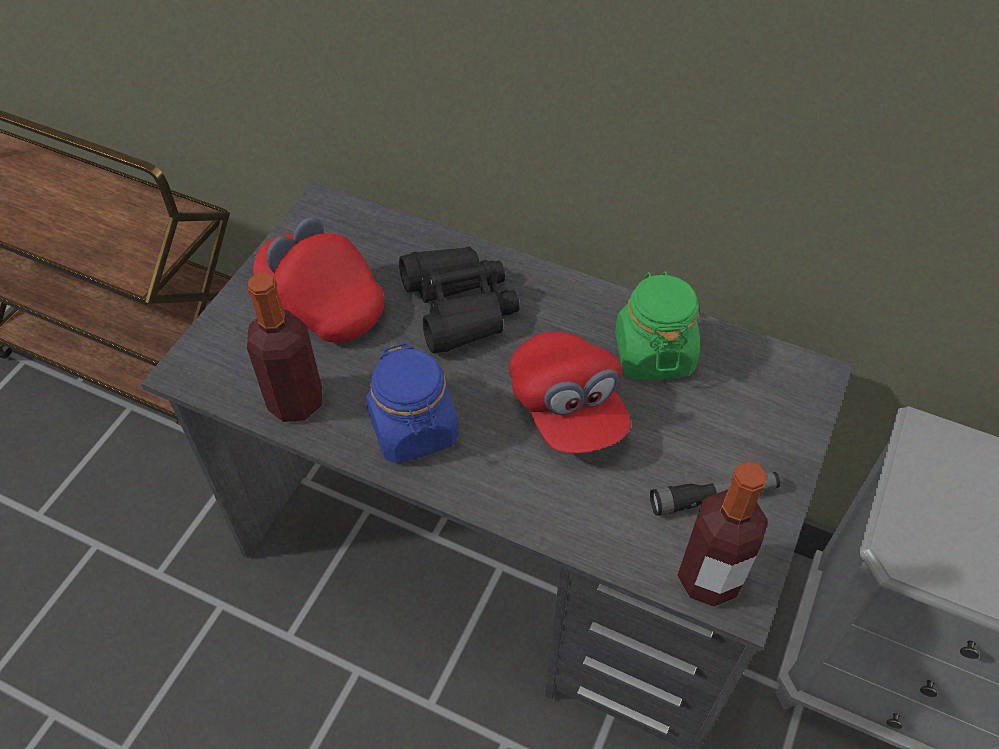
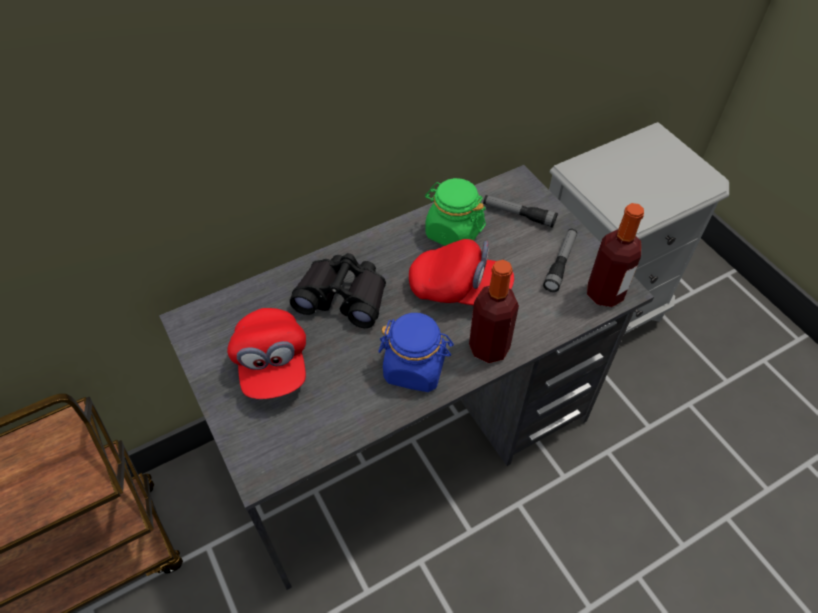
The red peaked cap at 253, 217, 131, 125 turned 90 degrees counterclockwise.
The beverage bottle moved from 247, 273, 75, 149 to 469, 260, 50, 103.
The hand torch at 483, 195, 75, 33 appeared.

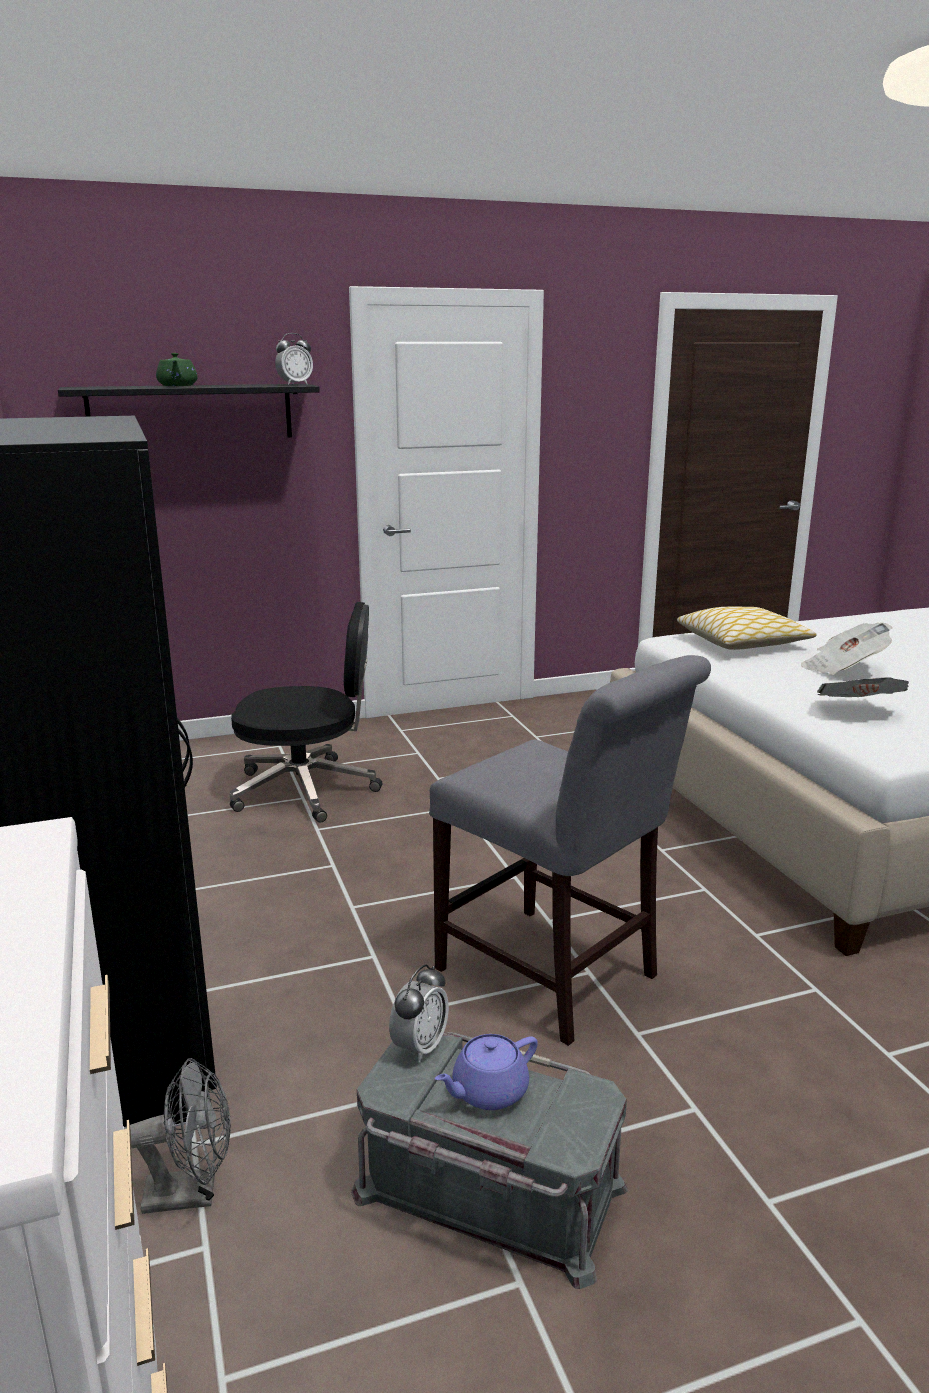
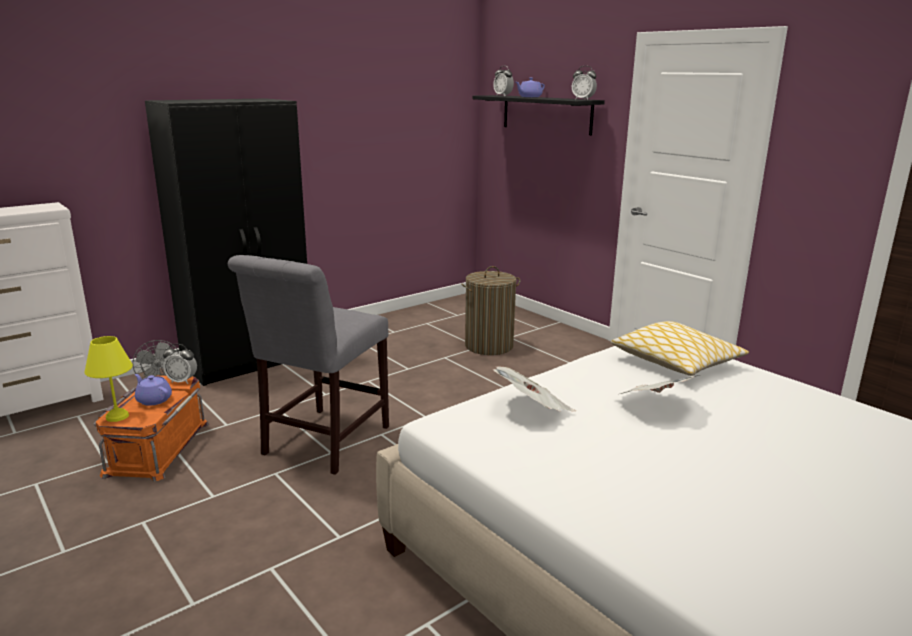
The greenish pot for tea at 156, 353, 42, 33 became the purple pot for tea at 516, 78, 29, 19.
The blackish desk chair at 229, 602, 154, 221 was replaced by the hamper at 461, 266, 59, 89.
The gray storage bin at 351, 1032, 277, 257 became the orange-coloured storage bin at 93, 376, 116, 106.
The alarm clock at 493, 66, 21, 30 appeared.
The yellow-coloured tabletop lamp at 84, 336, 49, 86 appeared.

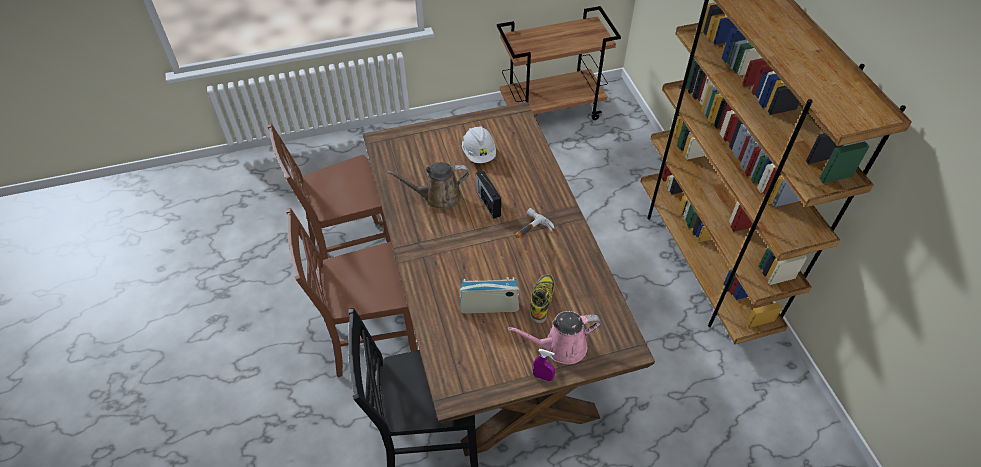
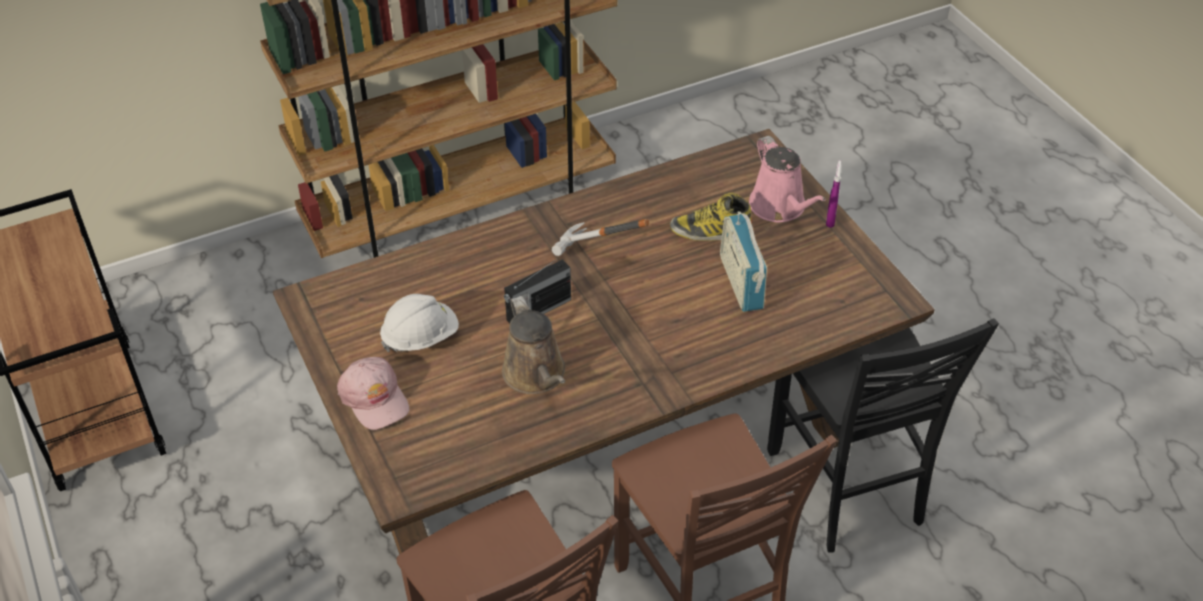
The pink-coloured peaked cap at 337, 357, 72, 73 appeared.

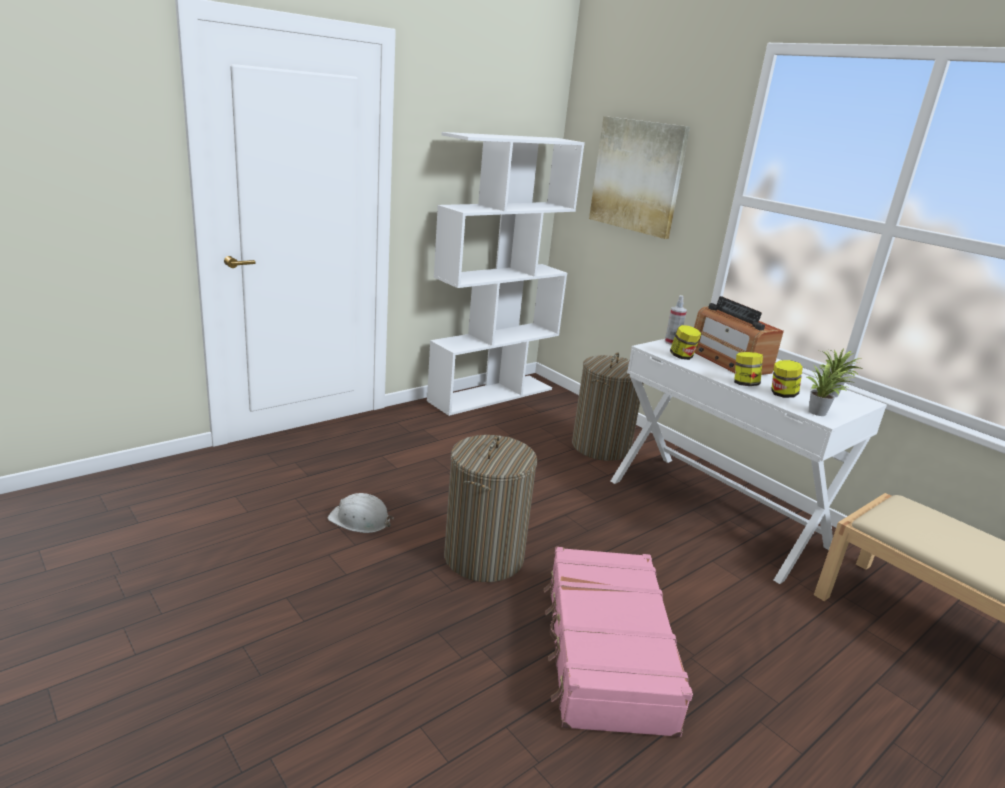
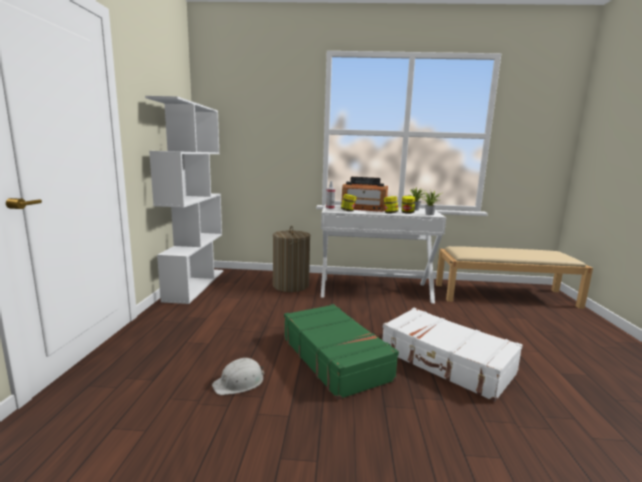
The picture at 589, 116, 101, 123 disappeared.
The hamper at 444, 435, 94, 147 was replaced by the greenish piece of luggage at 284, 304, 115, 96.
The pink-coloured piece of luggage at 544, 547, 149, 190 became the white piece of luggage at 382, 308, 141, 94.

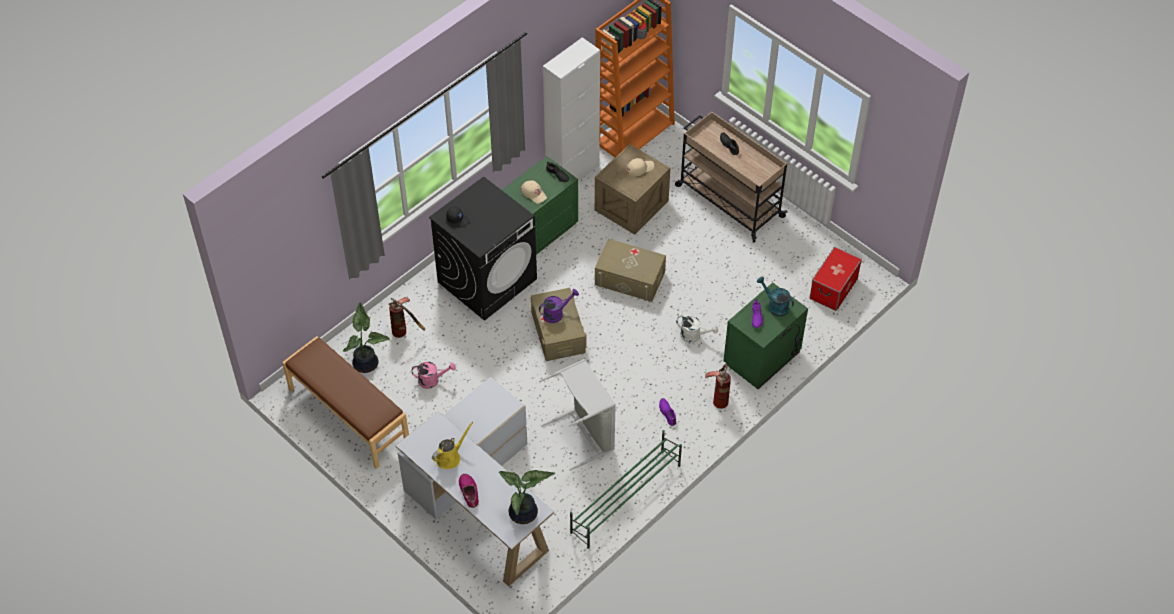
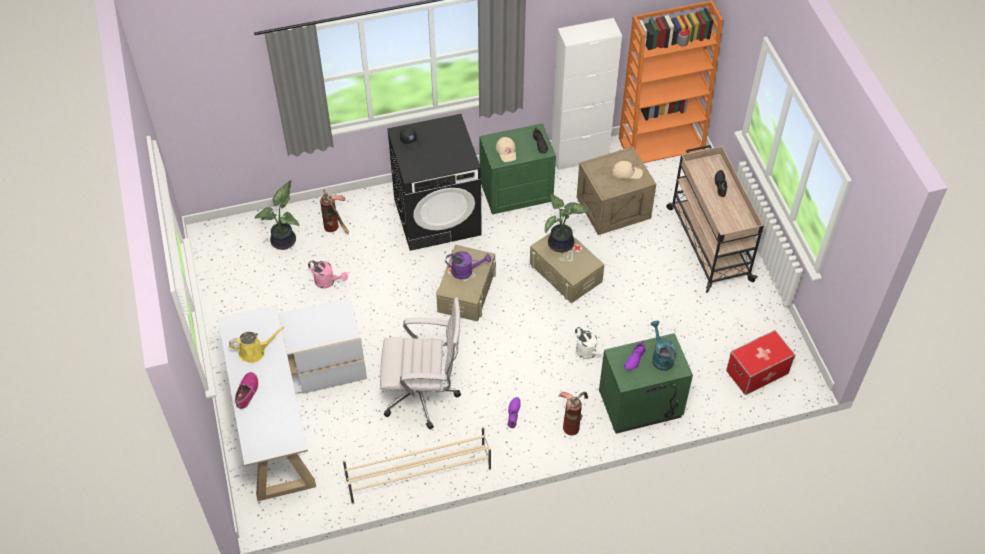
The brown-coloured long seat at 282, 336, 127, 133 disappeared.
The gray hamper at 539, 359, 77, 112 was replaced by the white desk chair at 380, 297, 81, 133.
The greenish shoe shelf at 570, 430, 112, 119 became the beige shoe shelf at 343, 426, 148, 78.
The houseplant moved from 498, 470, 57, 54 to 545, 194, 48, 58.

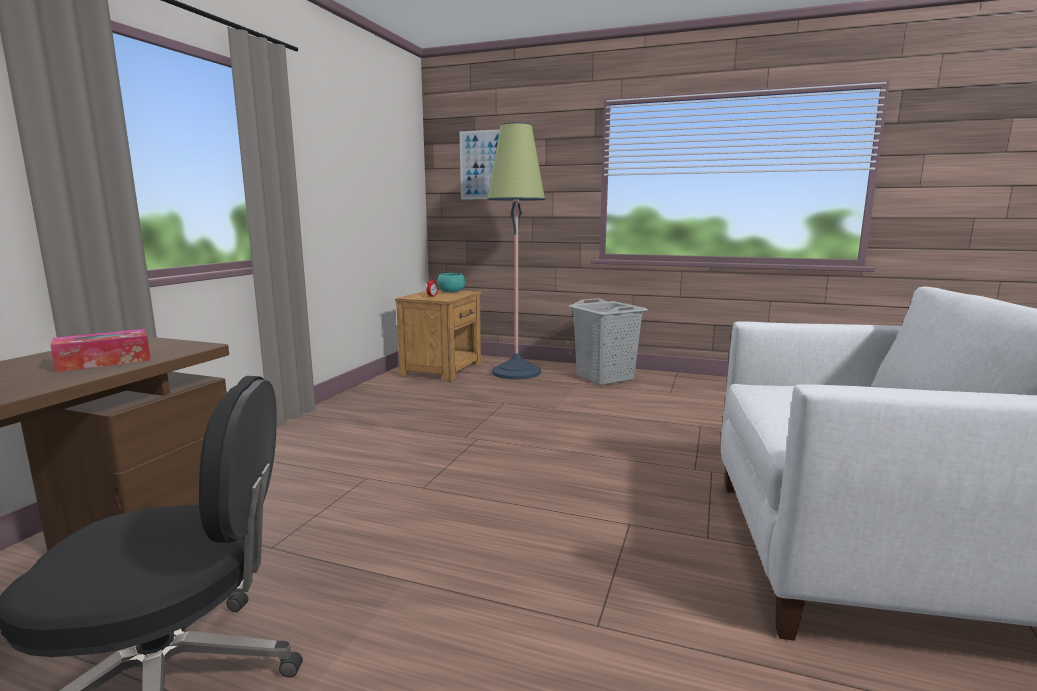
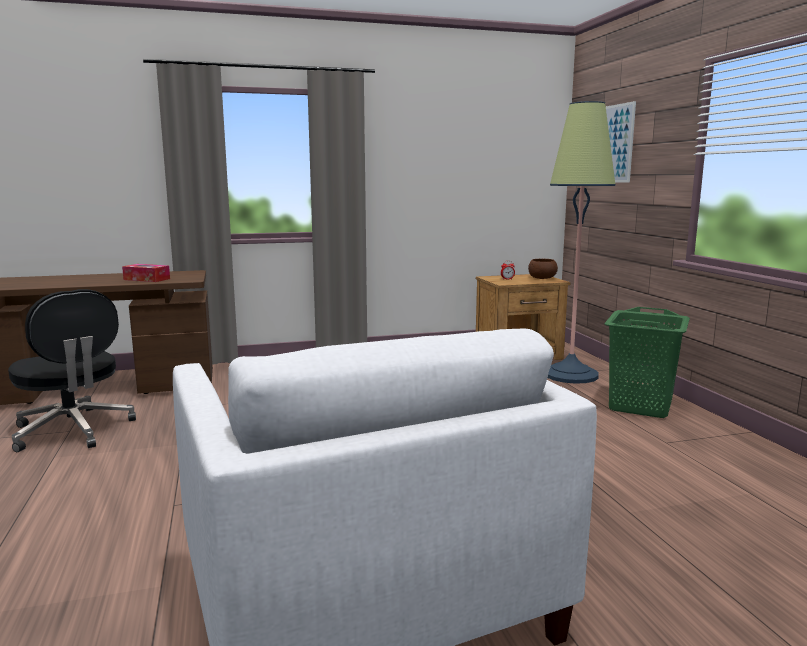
The blue-green bowl at 437, 273, 28, 19 became the brown-coloured bowl at 528, 259, 30, 20.
The gray hamper at 568, 298, 80, 87 became the greenish hamper at 605, 307, 85, 111.

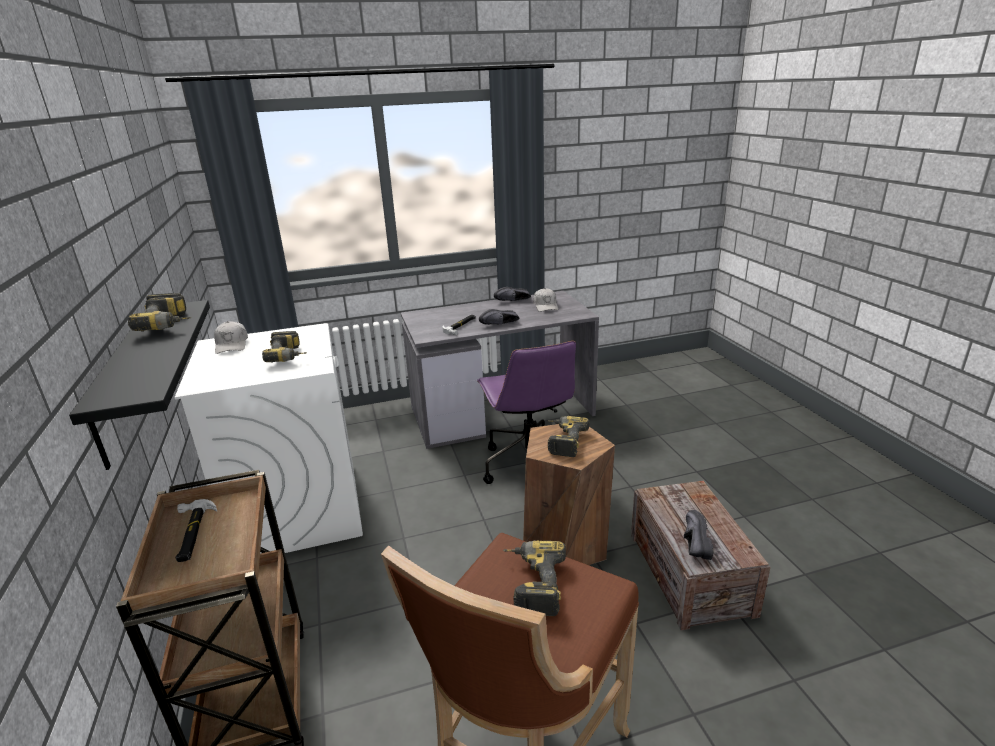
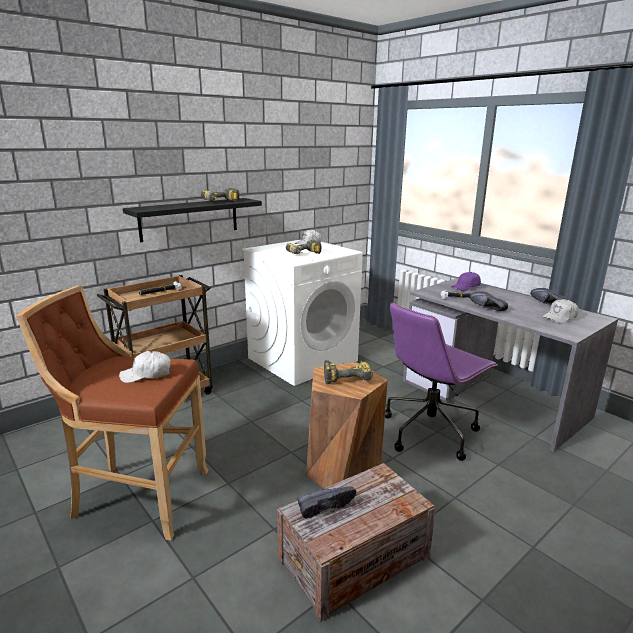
The power drill at 503, 541, 63, 75 was replaced by the white peaked cap at 119, 351, 52, 32.
The purple peaked cap at 451, 272, 30, 19 appeared.

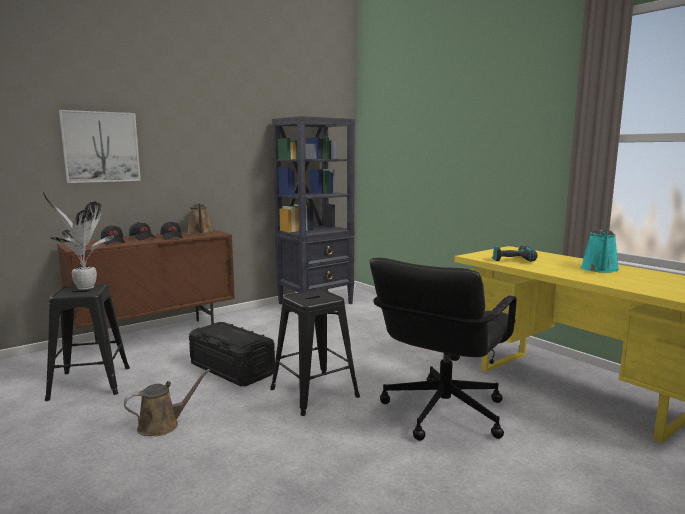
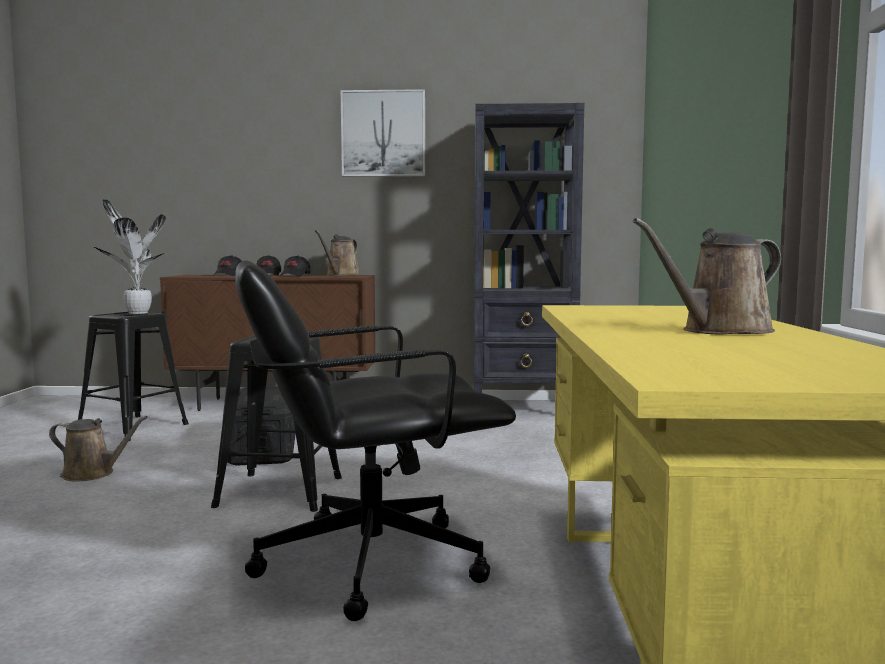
The picture moved from 59, 110, 82, 73 to 341, 89, 84, 88.
The blue-green watering pot at 581, 229, 39, 44 became the brown-coloured watering pot at 633, 218, 148, 117.
The power drill at 492, 246, 45, 16 disappeared.

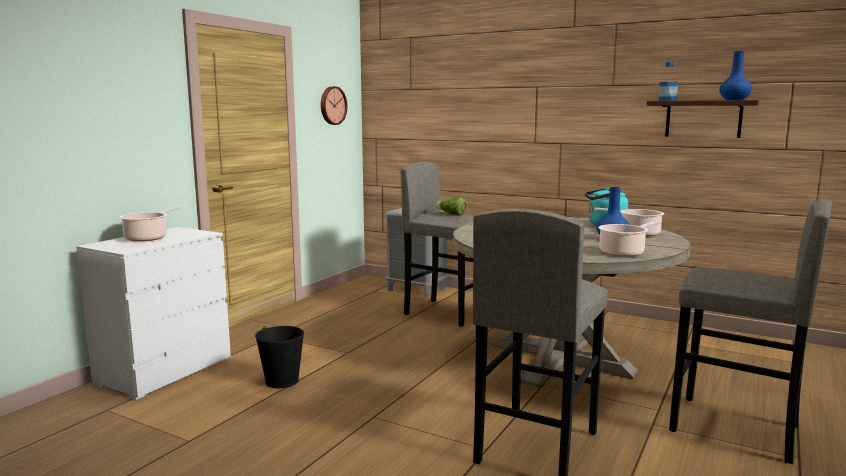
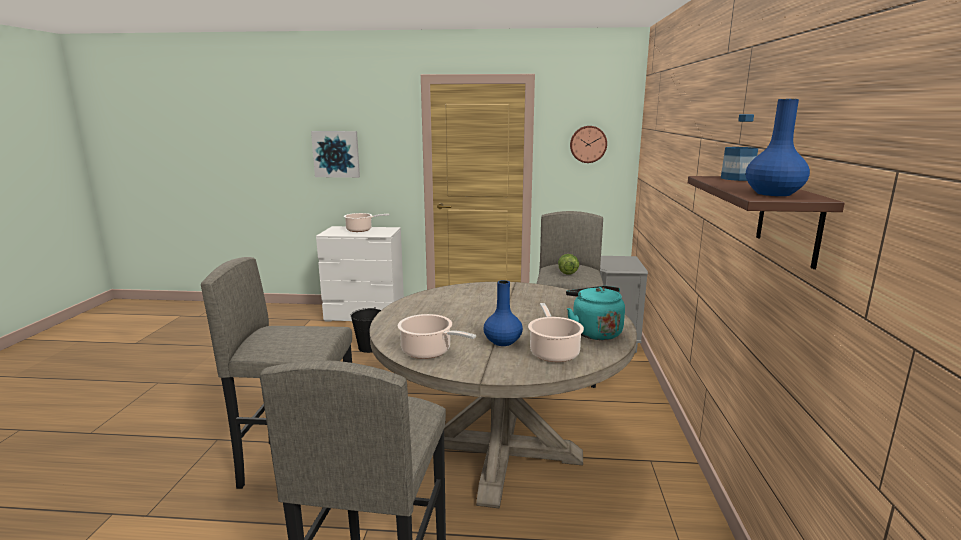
The picture at 311, 131, 49, 47 appeared.

